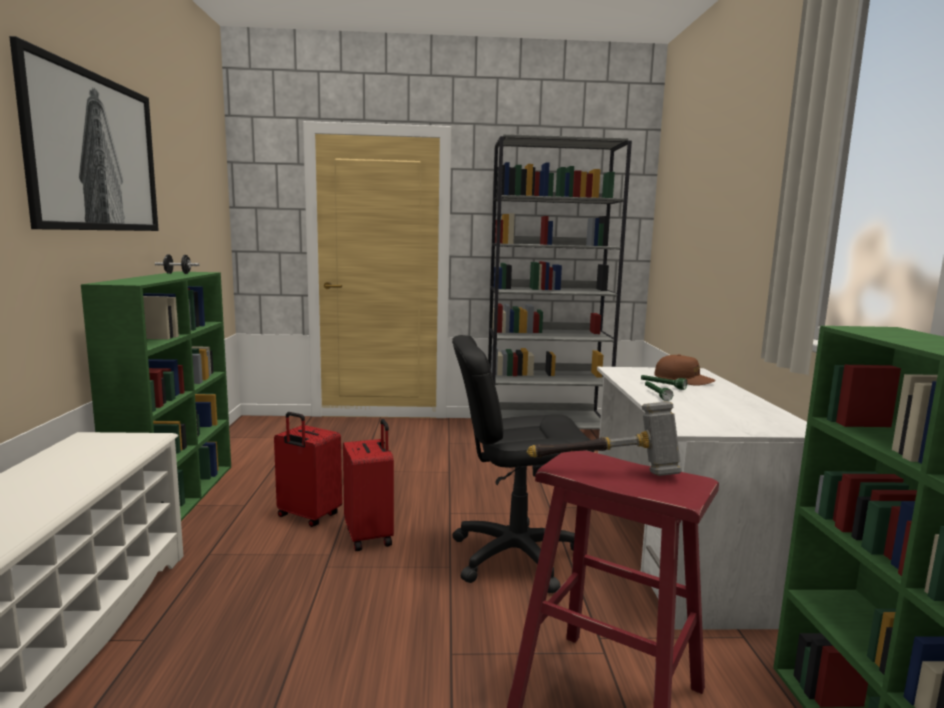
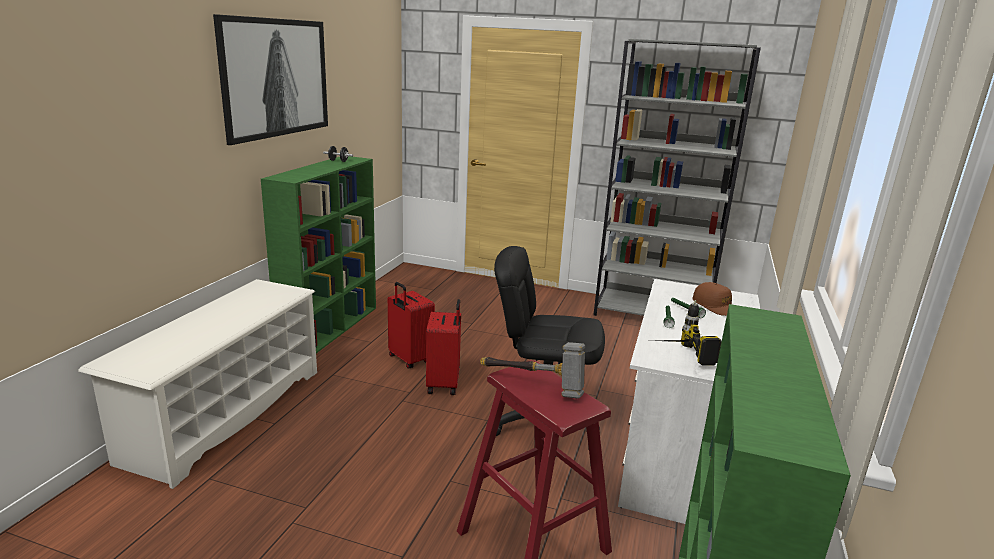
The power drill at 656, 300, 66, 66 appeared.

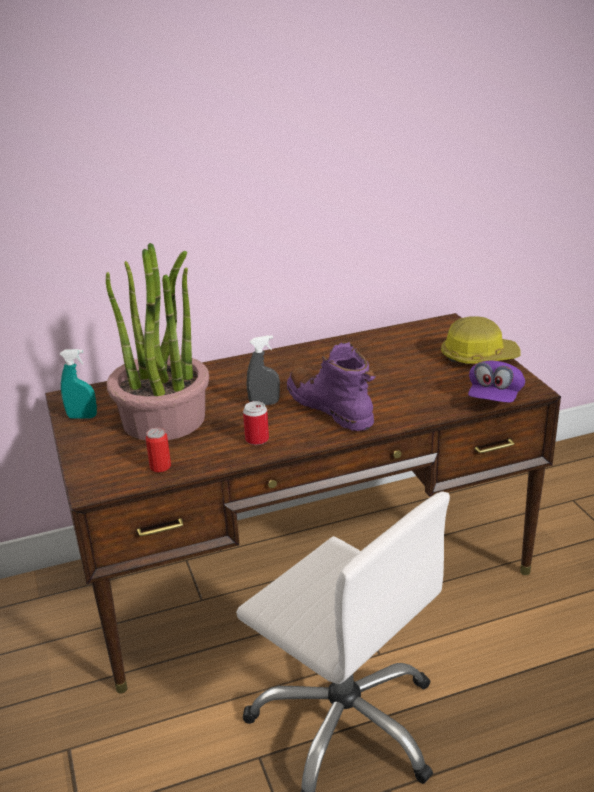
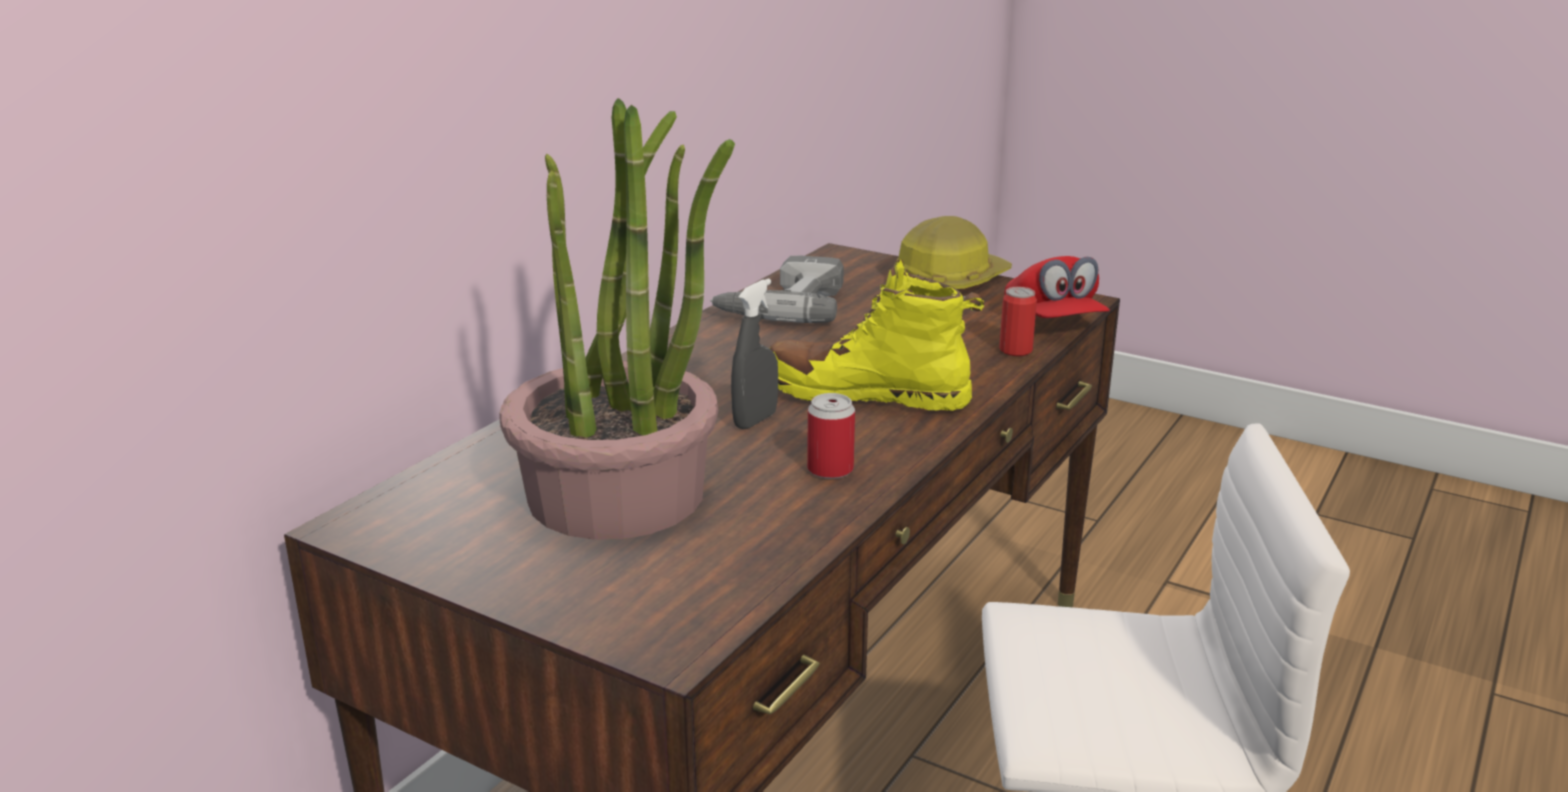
The purple high-top boot at 287, 342, 89, 89 became the yellow-coloured high-top boot at 770, 259, 214, 152.
The blue-green sprayer at 60, 349, 37, 69 disappeared.
The purple peaked cap at 468, 361, 57, 41 became the red peaked cap at 1004, 256, 106, 62.
The metal can moved from 146, 428, 25, 44 to 999, 287, 38, 69.
The power drill at 710, 256, 134, 67 appeared.

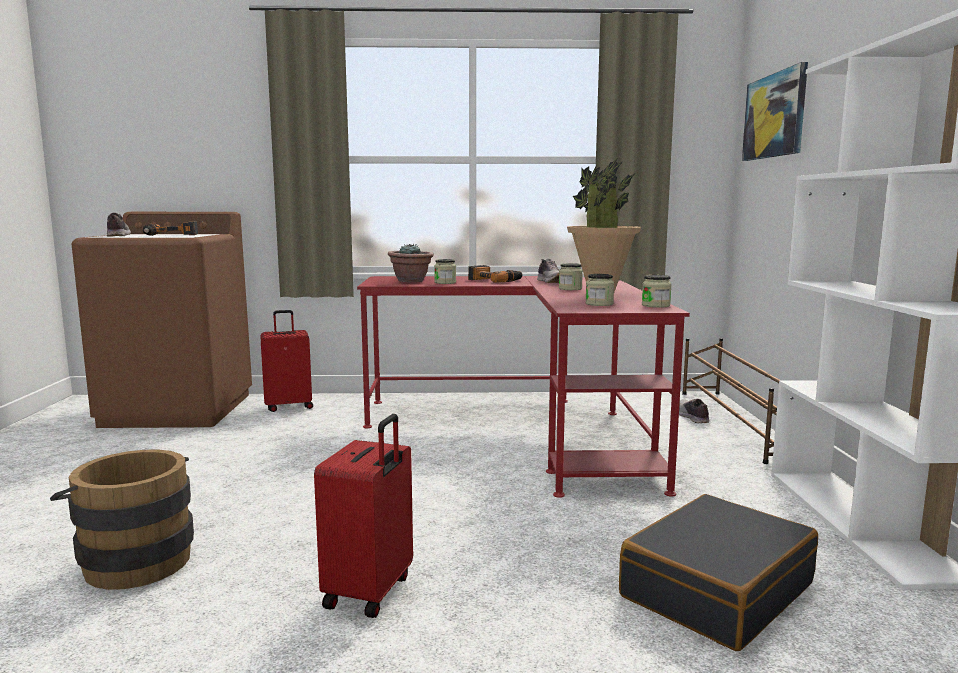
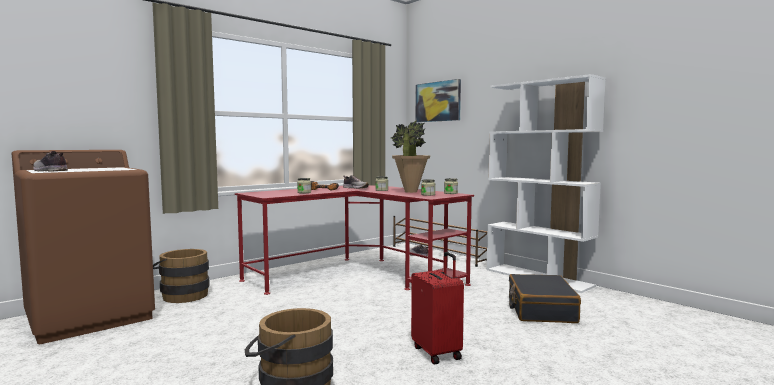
The power drill at 143, 221, 55, 15 disappeared.
The houseplant at 388, 244, 46, 38 disappeared.
The red piece of luggage at 261, 310, 52, 102 was replaced by the brown-coloured water bucket at 153, 249, 57, 54.

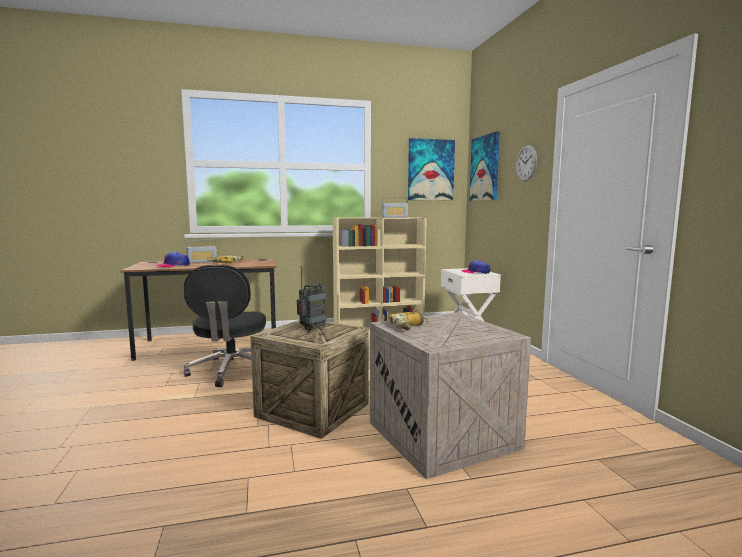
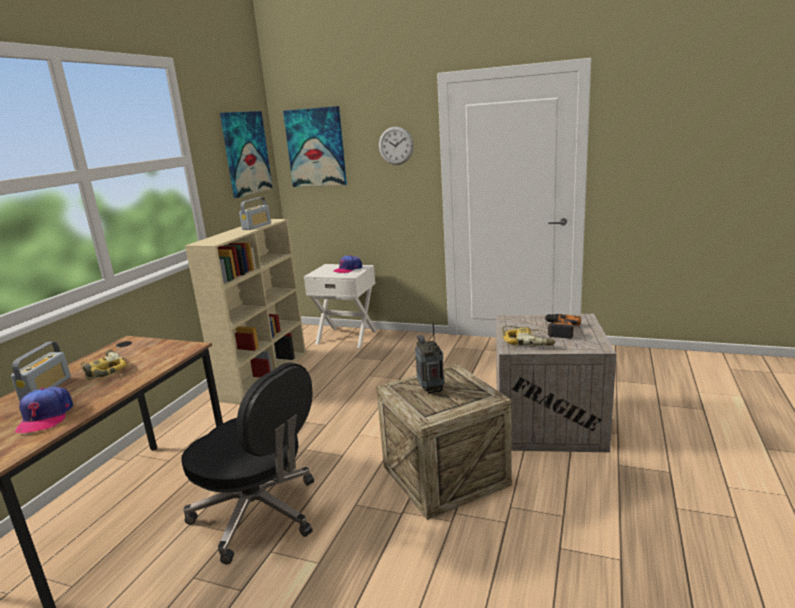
The power drill at 544, 314, 37, 25 appeared.

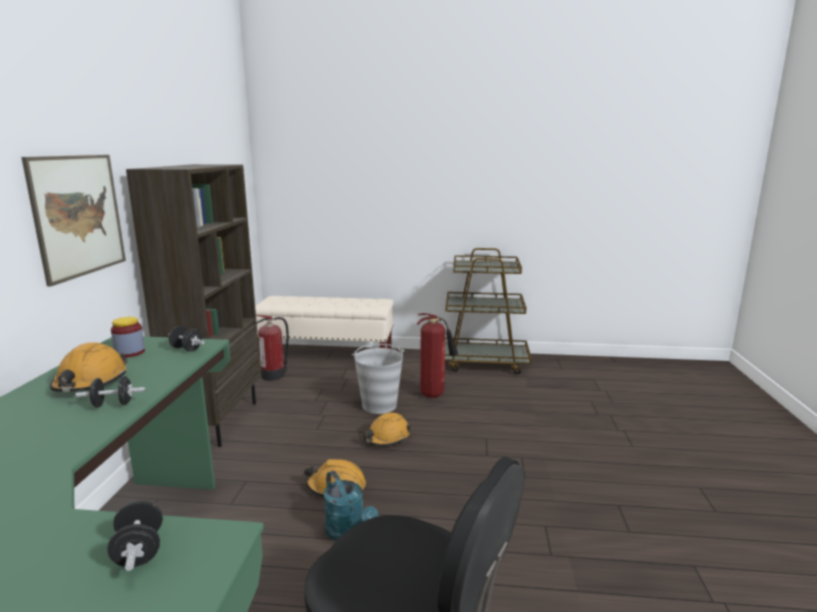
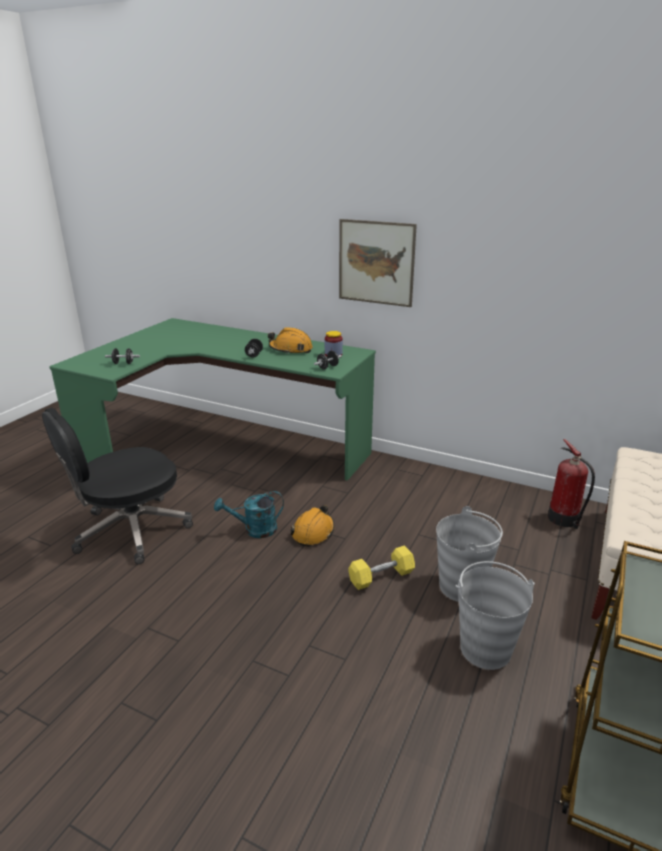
The brown-coloured bookcase at 126, 164, 135, 283 disappeared.
The fire extinguisher at 417, 313, 41, 85 was replaced by the gray water bucket at 455, 561, 80, 109.
The orange-coloured safety helmet at 363, 413, 49, 33 was replaced by the yellow-coloured free weight at 348, 545, 67, 45.

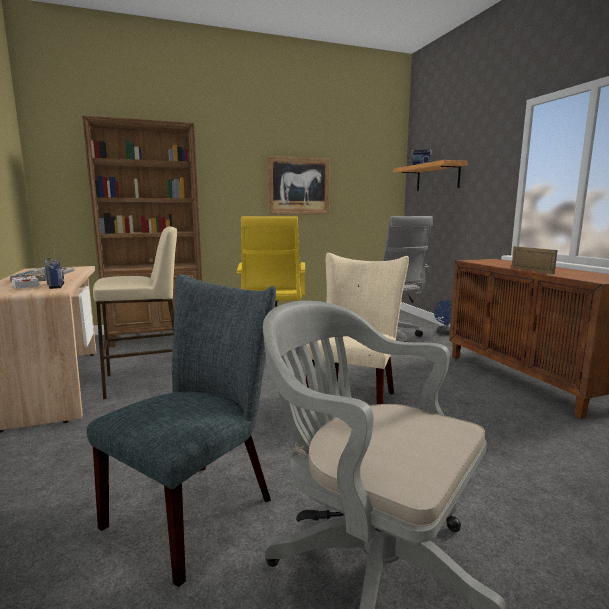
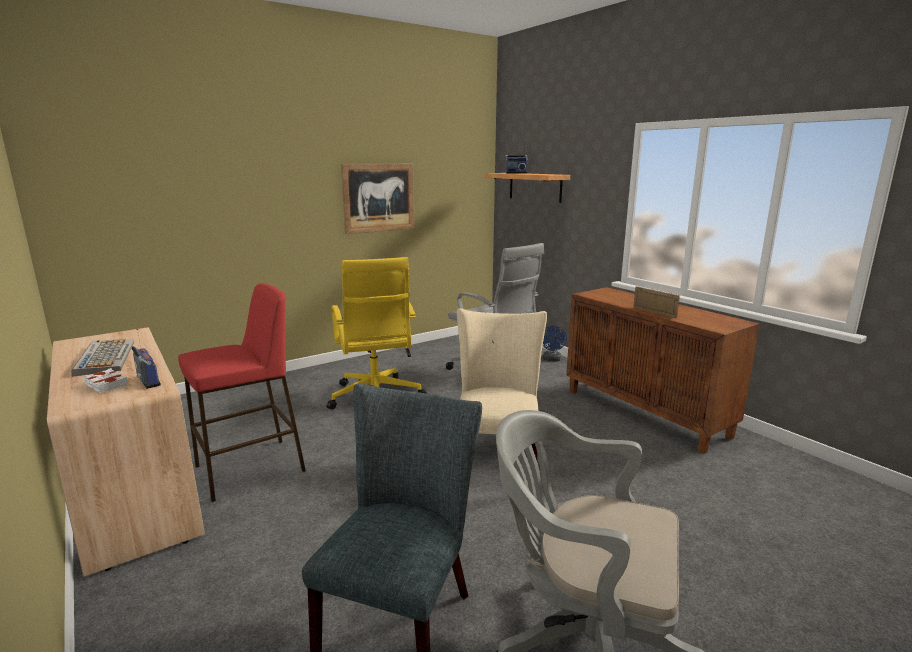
The brown-coloured bookcase at 82, 115, 120, 232 disappeared.
The beige sitting stool at 93, 227, 84, 172 became the red sitting stool at 178, 283, 128, 219.

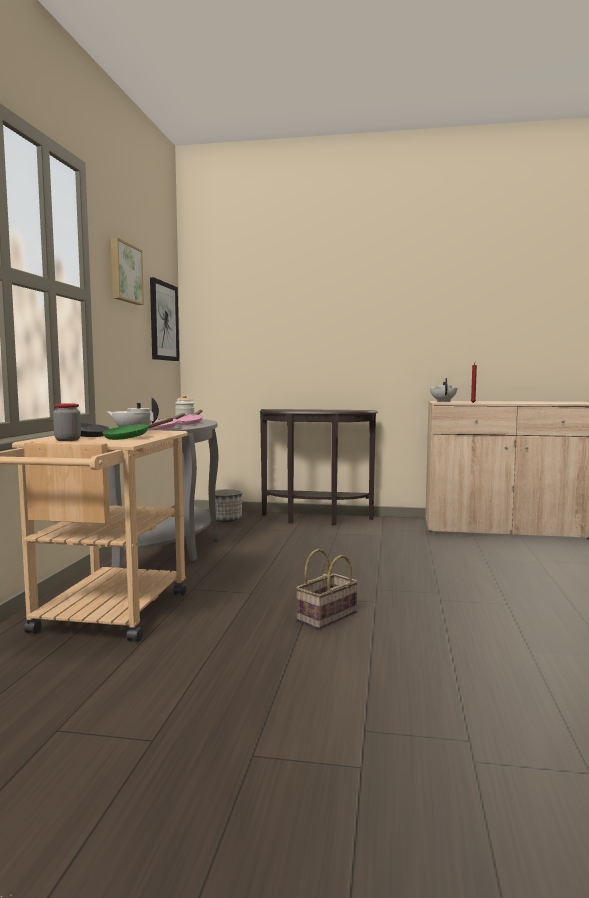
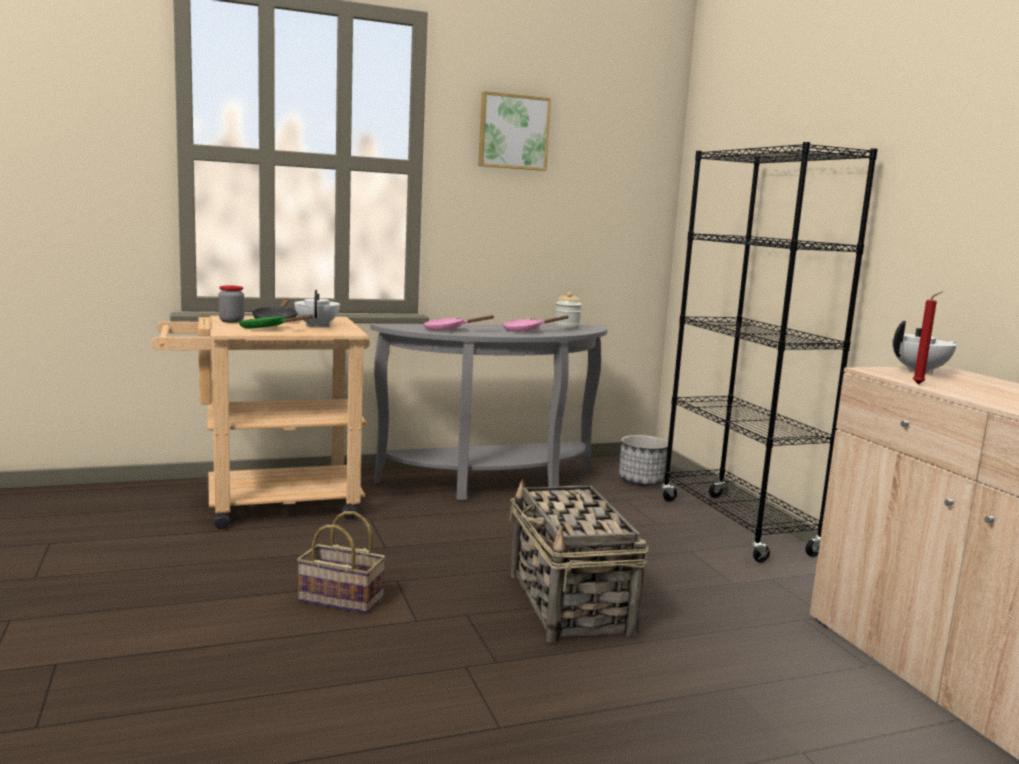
The picture at 150, 277, 29, 84 disappeared.
The brown-coloured narrow table at 260, 409, 118, 116 was replaced by the blackish bookcase at 662, 142, 216, 421.
The household basket at 509, 478, 140, 164 appeared.

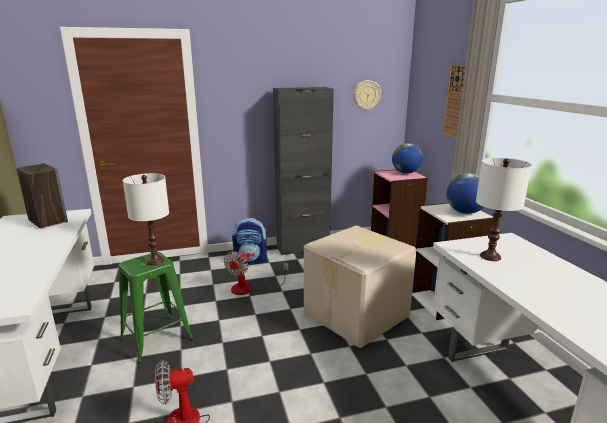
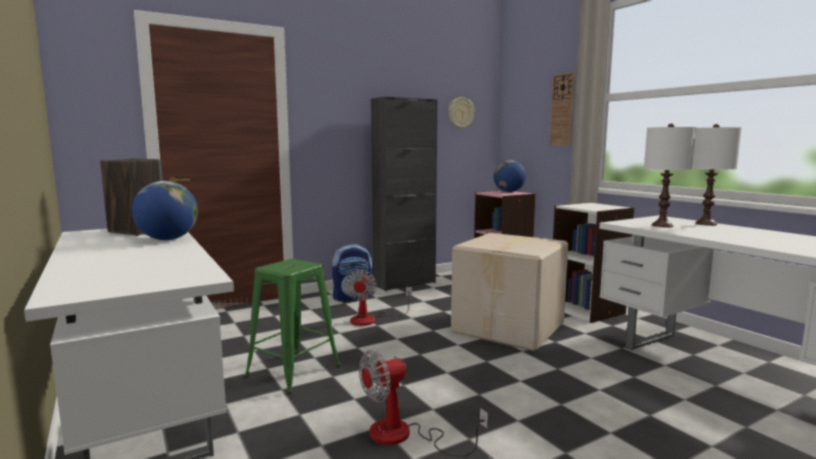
The white tabletop lamp moved from 123, 173, 46, 92 to 692, 124, 50, 102.
The world globe moved from 446, 173, 38, 41 to 132, 181, 66, 59.

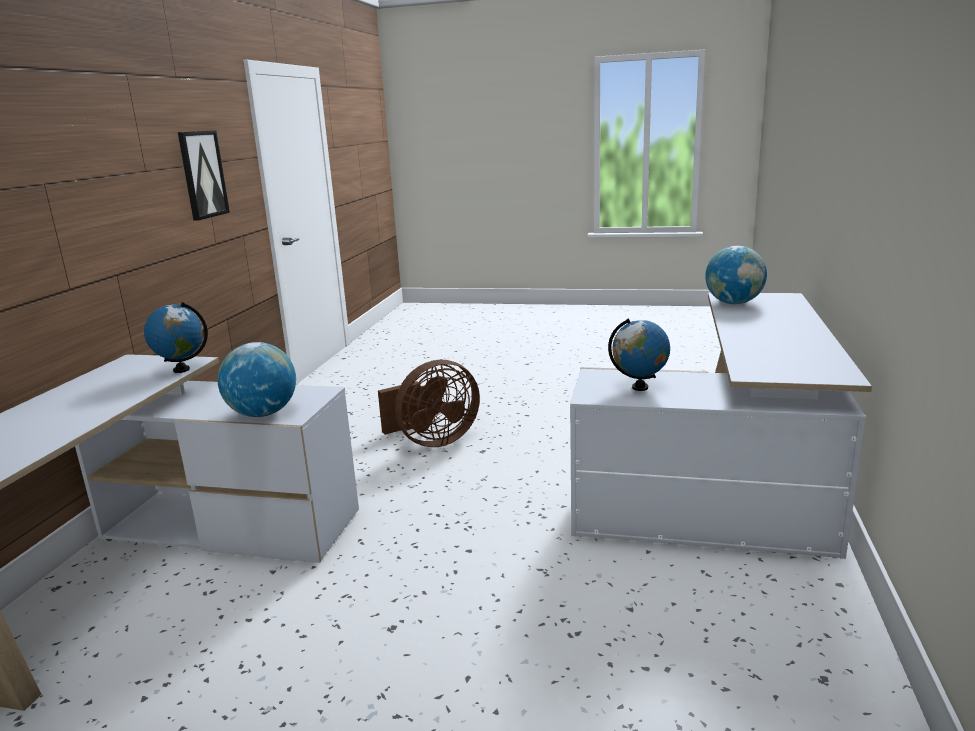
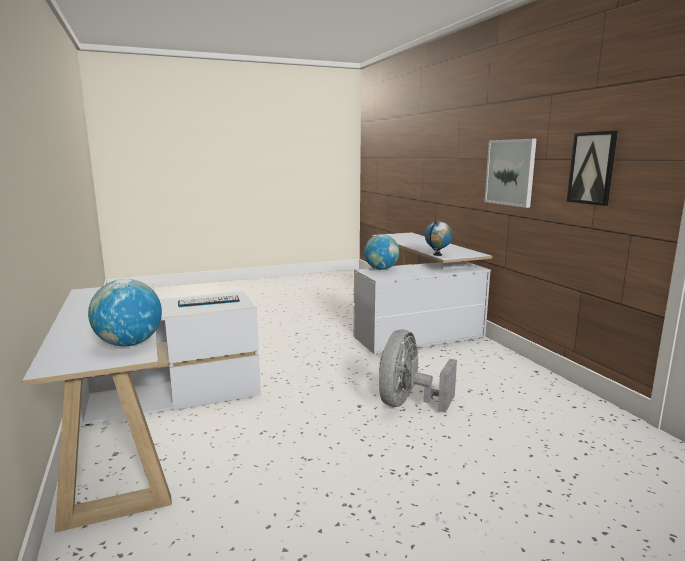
The world globe at 608, 318, 62, 73 was replaced by the keyboard at 178, 295, 62, 12.
The brown-coloured fan at 378, 360, 102, 87 became the gray fan at 379, 330, 78, 83.
The picture at 485, 139, 52, 69 appeared.

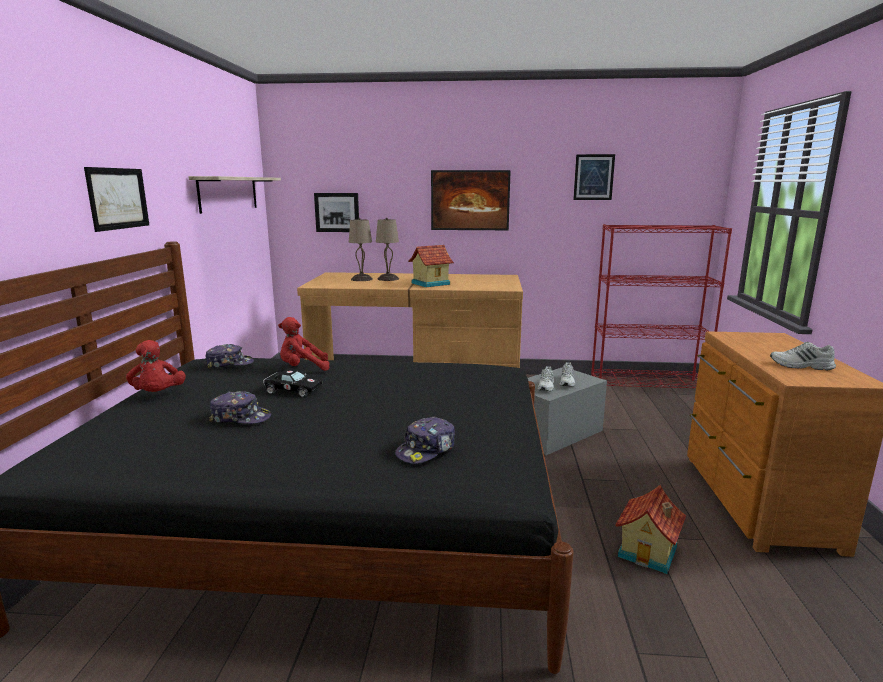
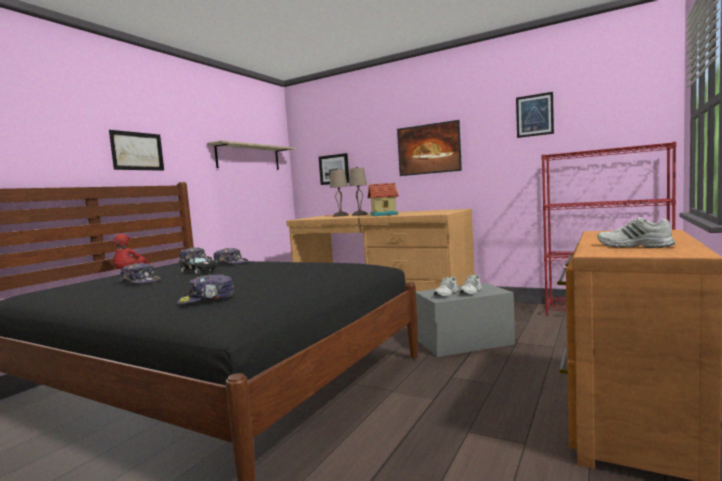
The red plush toy at 278, 317, 52, 54 was replaced by the peaked cap at 213, 248, 35, 16.
The miniature house at 615, 485, 71, 89 disappeared.

